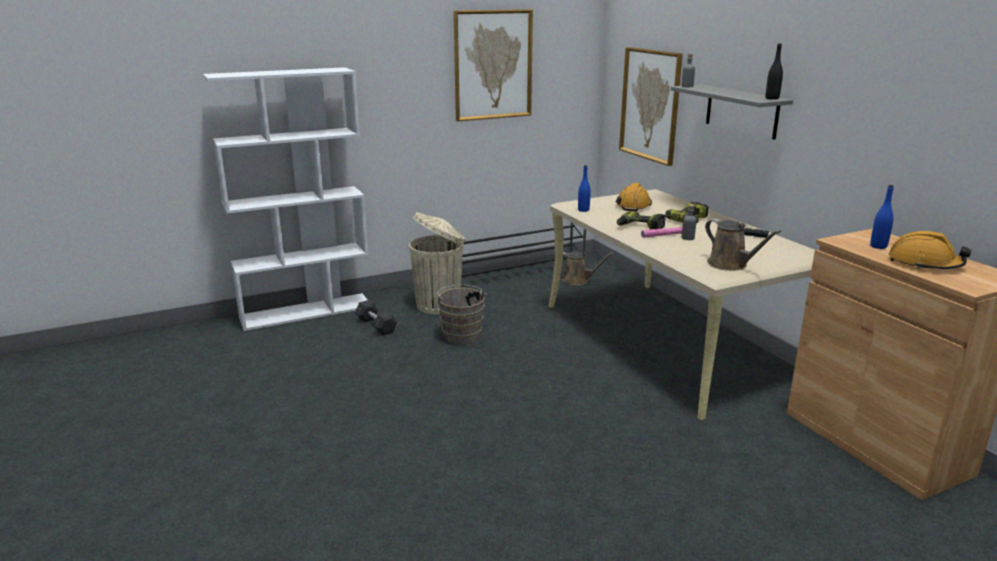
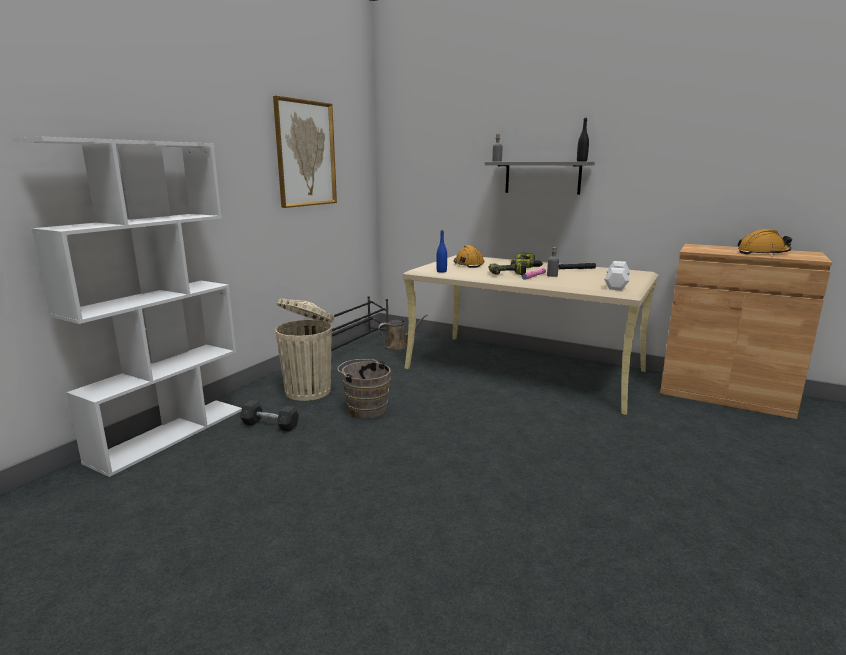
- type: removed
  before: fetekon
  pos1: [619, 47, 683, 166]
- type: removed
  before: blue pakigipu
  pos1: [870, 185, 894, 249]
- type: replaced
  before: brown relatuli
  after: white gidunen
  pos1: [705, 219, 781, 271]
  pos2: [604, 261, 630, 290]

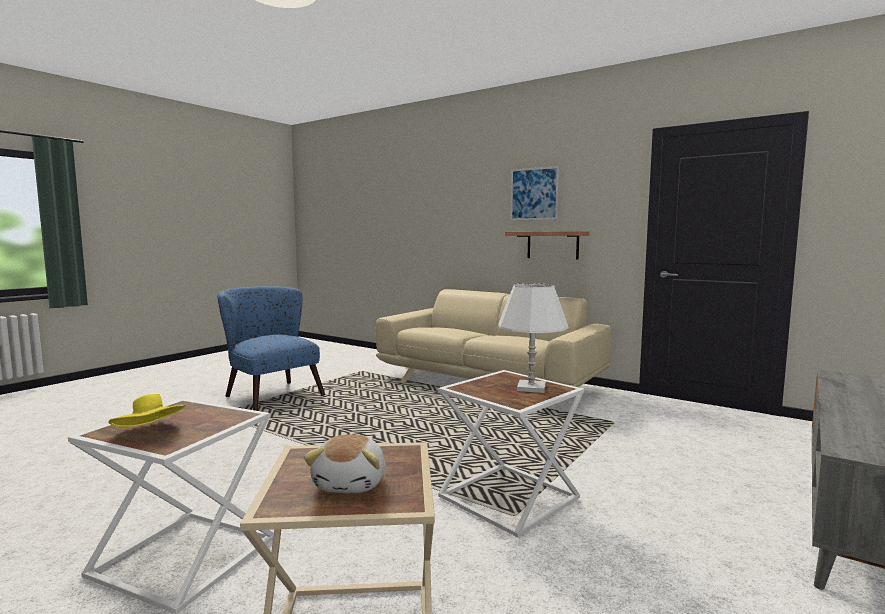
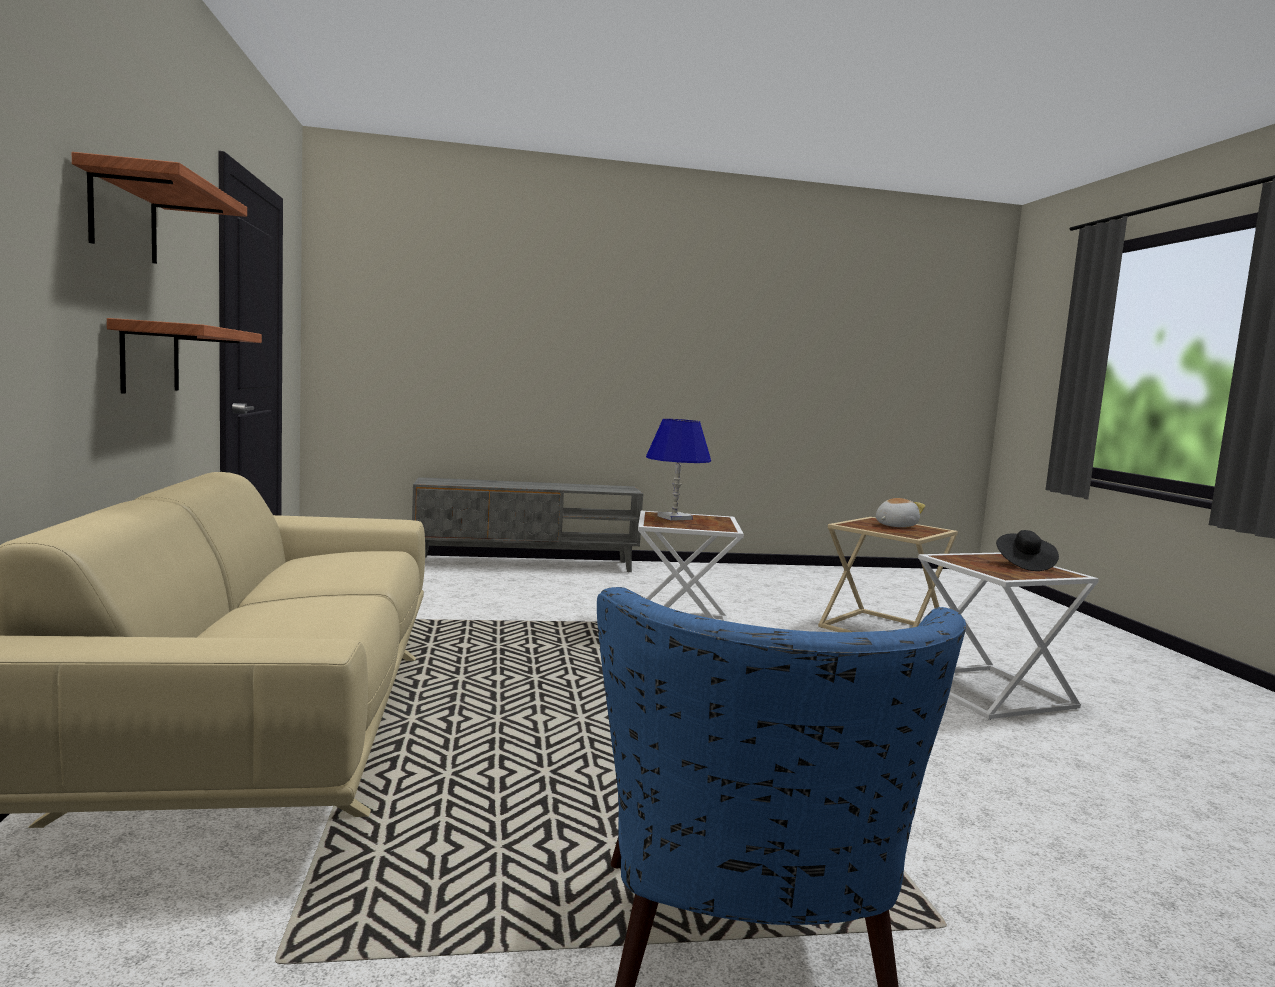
- type: replaced
  before: fetekon
  after: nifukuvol
  pos1: [511, 166, 559, 220]
  pos2: [72, 152, 247, 264]
- type: recoloured
  before: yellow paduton
  after: black paduton
  pos1: [109, 394, 185, 427]
  pos2: [996, 530, 1059, 571]
- type: recoloured
  before: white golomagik
  after: blue golomagik
  pos1: [498, 283, 568, 393]
  pos2: [646, 419, 711, 521]

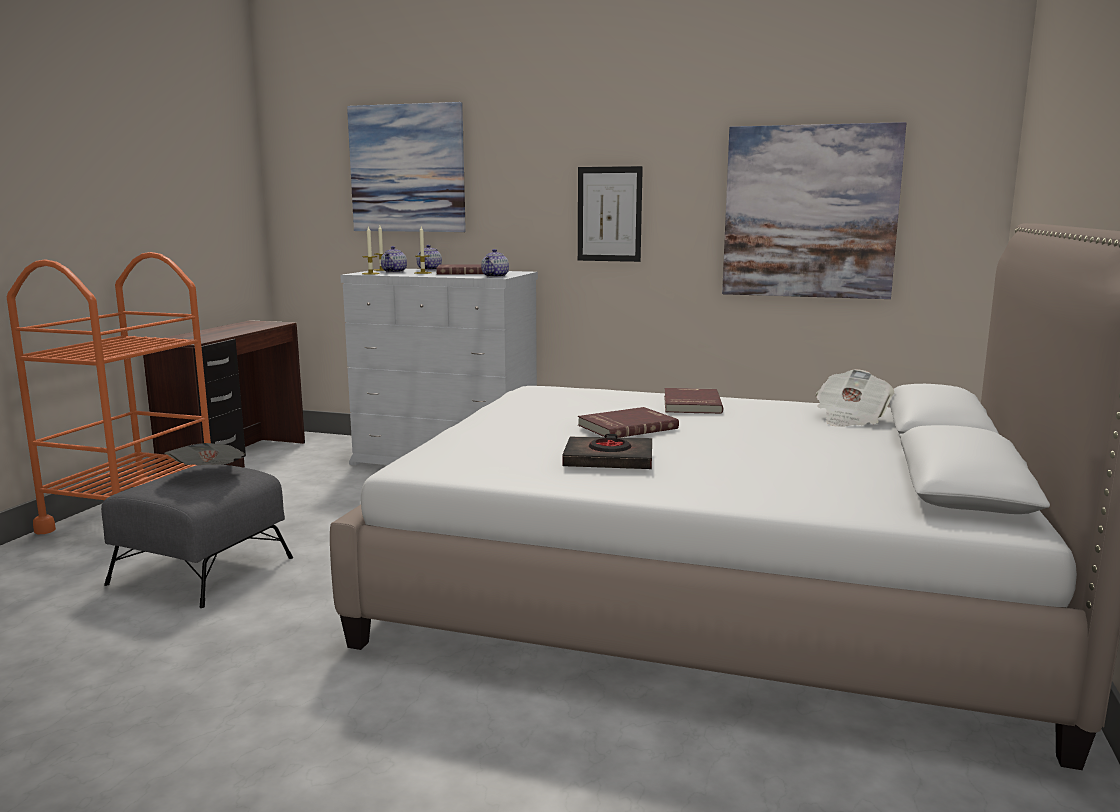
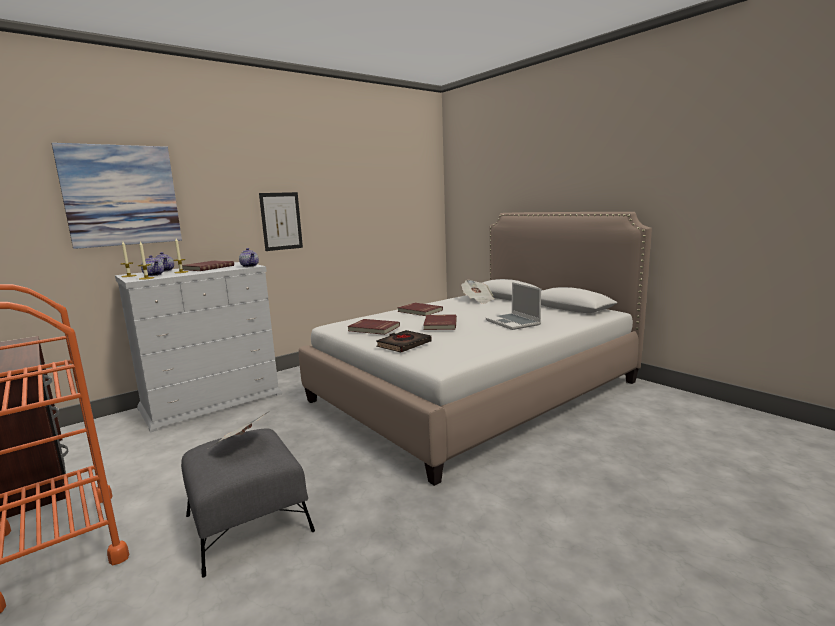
- type: removed
  before: fetekon
  pos1: [722, 122, 906, 299]
- type: added
  after: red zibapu
  pos2: [347, 319, 400, 335]
- type: added
  after: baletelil
  pos2: [486, 282, 541, 330]
- type: moved
  before: black zibapu
  pos1: [562, 434, 652, 469]
  pos2: [376, 330, 432, 353]

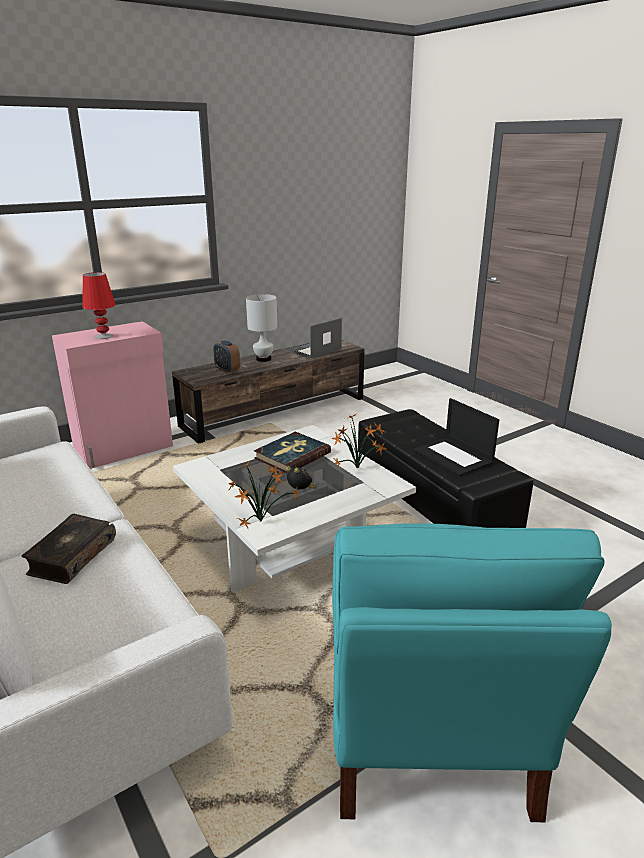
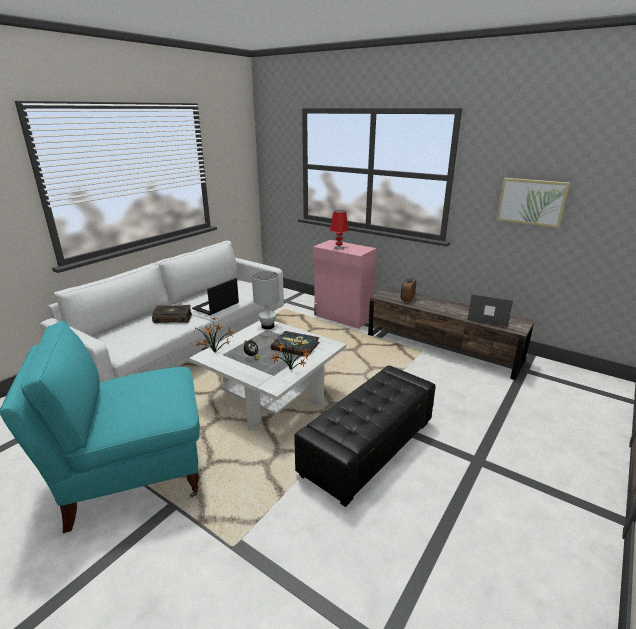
- type: added
  after: fetekon
  pos2: [496, 178, 570, 228]
- type: moved
  before: white golomagik
  pos1: [246, 294, 277, 362]
  pos2: [252, 271, 279, 329]
- type: moved
  before: baletelil
  pos1: [413, 398, 499, 476]
  pos2: [192, 278, 239, 315]

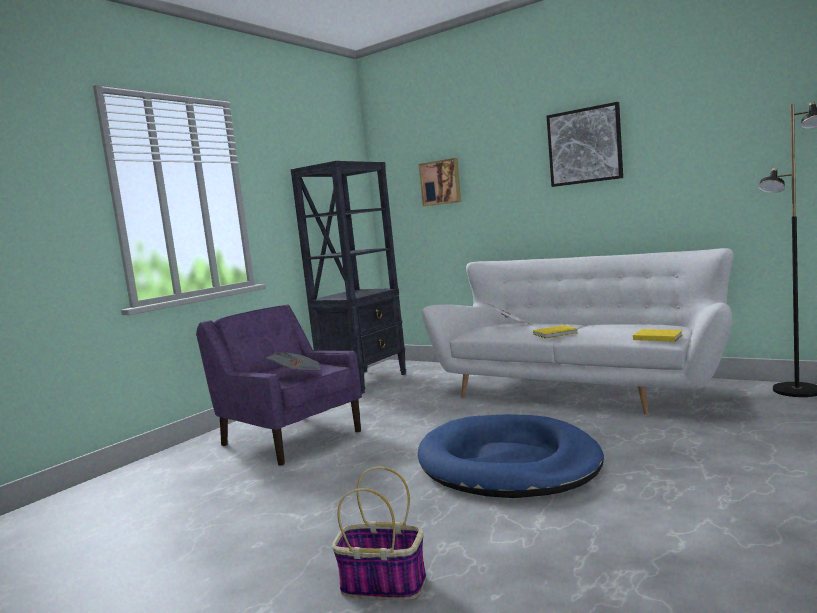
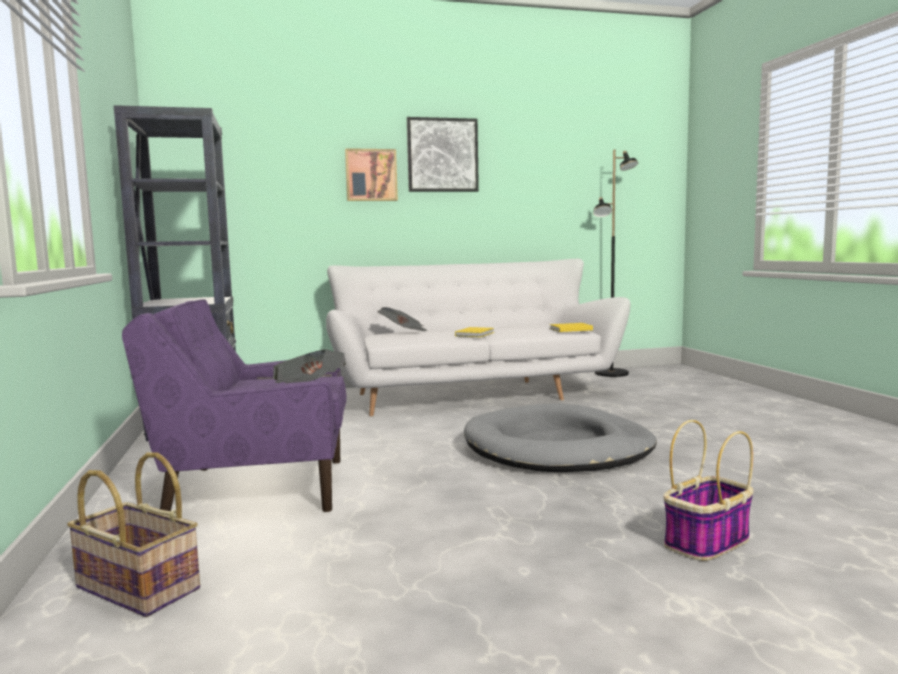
- type: added
  after: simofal
  pos2: [67, 452, 200, 617]
- type: moved
  before: fetekon
  pos1: [419, 158, 461, 206]
  pos2: [345, 148, 398, 201]
- type: recoloured
  before: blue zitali
  after: grey zitali
  pos1: [418, 414, 604, 498]
  pos2: [464, 403, 657, 472]

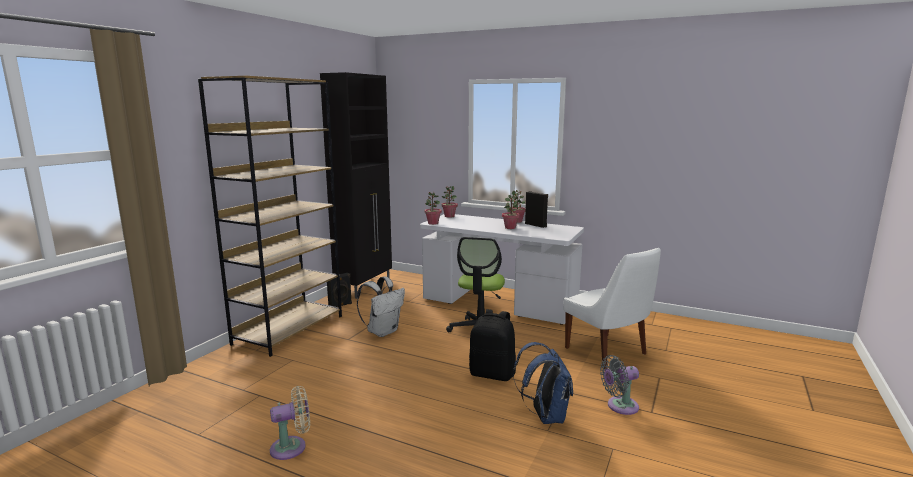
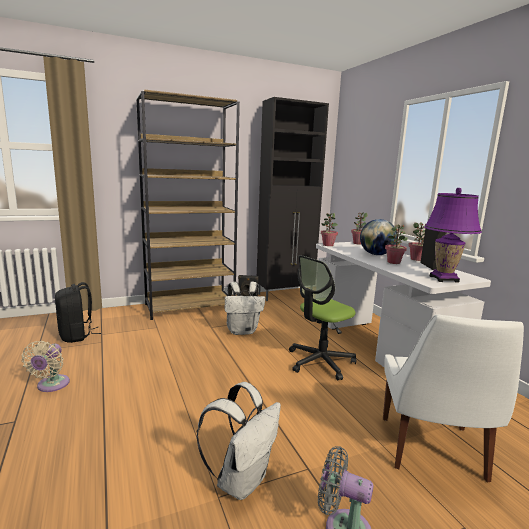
- type: added
  after: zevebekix
  pos2: [360, 219, 397, 255]
- type: added
  after: purple golomagik
  pos2: [424, 188, 482, 282]
- type: moved
  before: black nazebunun
  pos1: [469, 309, 516, 381]
  pos2: [55, 282, 101, 343]
- type: recoloured
  before: blue nazebunun
  after: white nazebunun
  pos1: [513, 342, 573, 424]
  pos2: [196, 382, 281, 500]
- type: turned
  before: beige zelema
  pos1: [270, 386, 310, 460]
  pos2: [21, 341, 70, 392]
  turn: 75

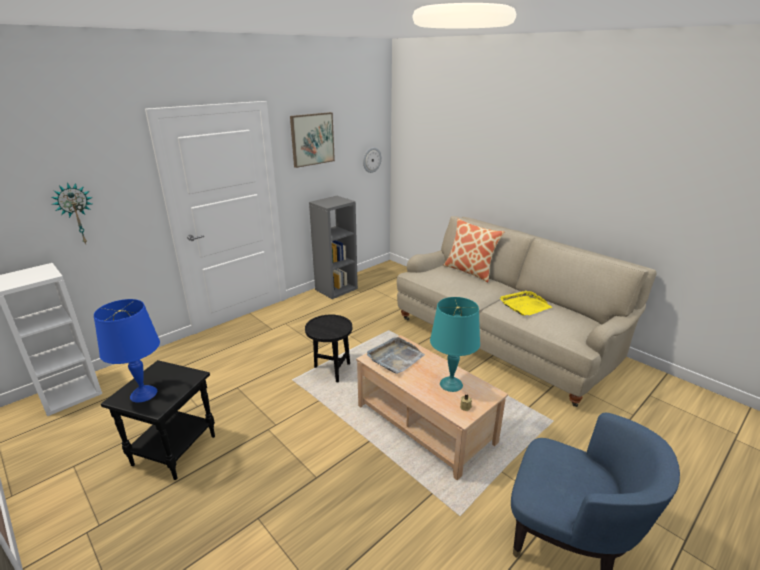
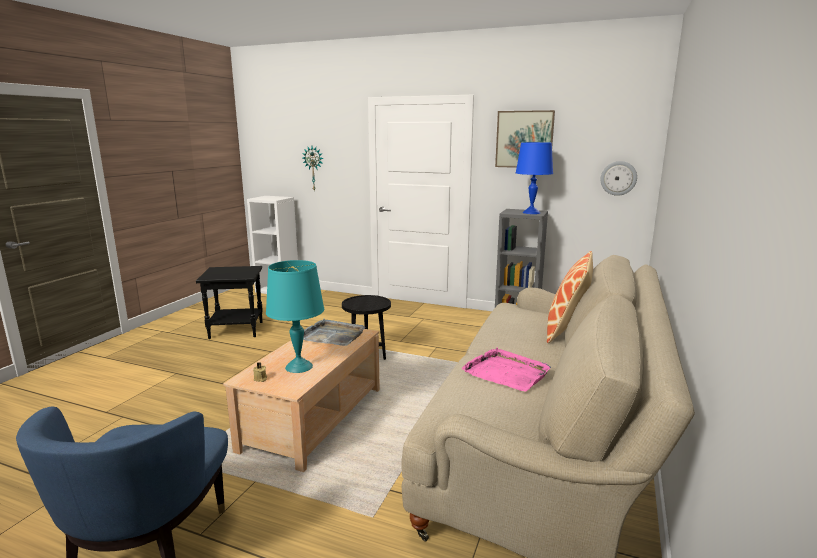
- type: moved
  before: blue golomagik
  pos1: [94, 299, 160, 403]
  pos2: [516, 142, 553, 214]
- type: recoloured
  before: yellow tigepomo
  after: pink tigepomo
  pos1: [500, 291, 552, 316]
  pos2: [461, 347, 551, 392]

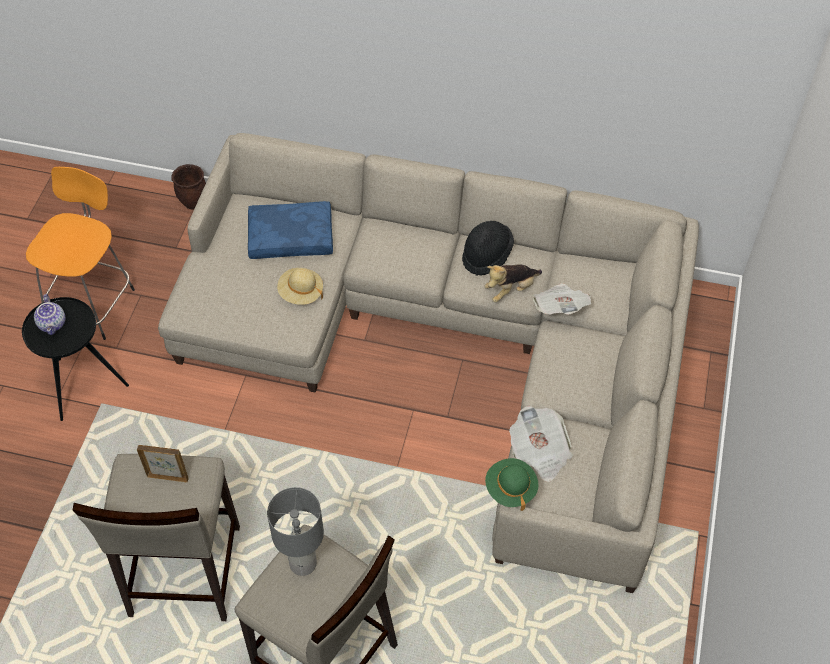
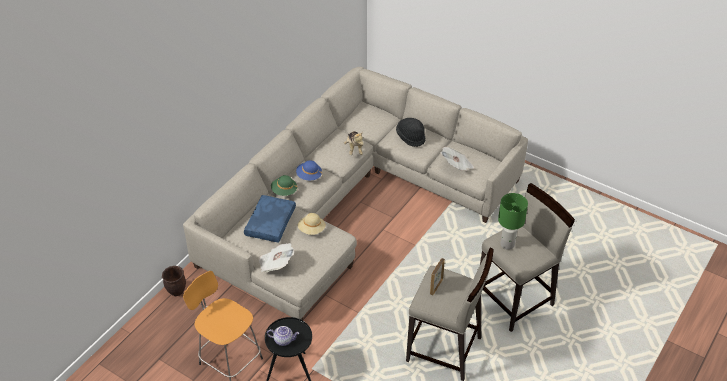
- type: added
  after: blue paduton
  pos2: [296, 160, 322, 180]
- type: moved
  before: black paduton
  pos1: [462, 221, 514, 276]
  pos2: [396, 118, 425, 147]
- type: moved
  before: green paduton
  pos1: [485, 458, 539, 511]
  pos2: [271, 175, 298, 196]
- type: moved
  before: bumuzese
  pos1: [533, 283, 591, 315]
  pos2: [259, 243, 294, 272]
- type: recoloured
  before: grey golomagik
  after: green golomagik
  pos1: [267, 487, 324, 576]
  pos2: [498, 193, 528, 250]

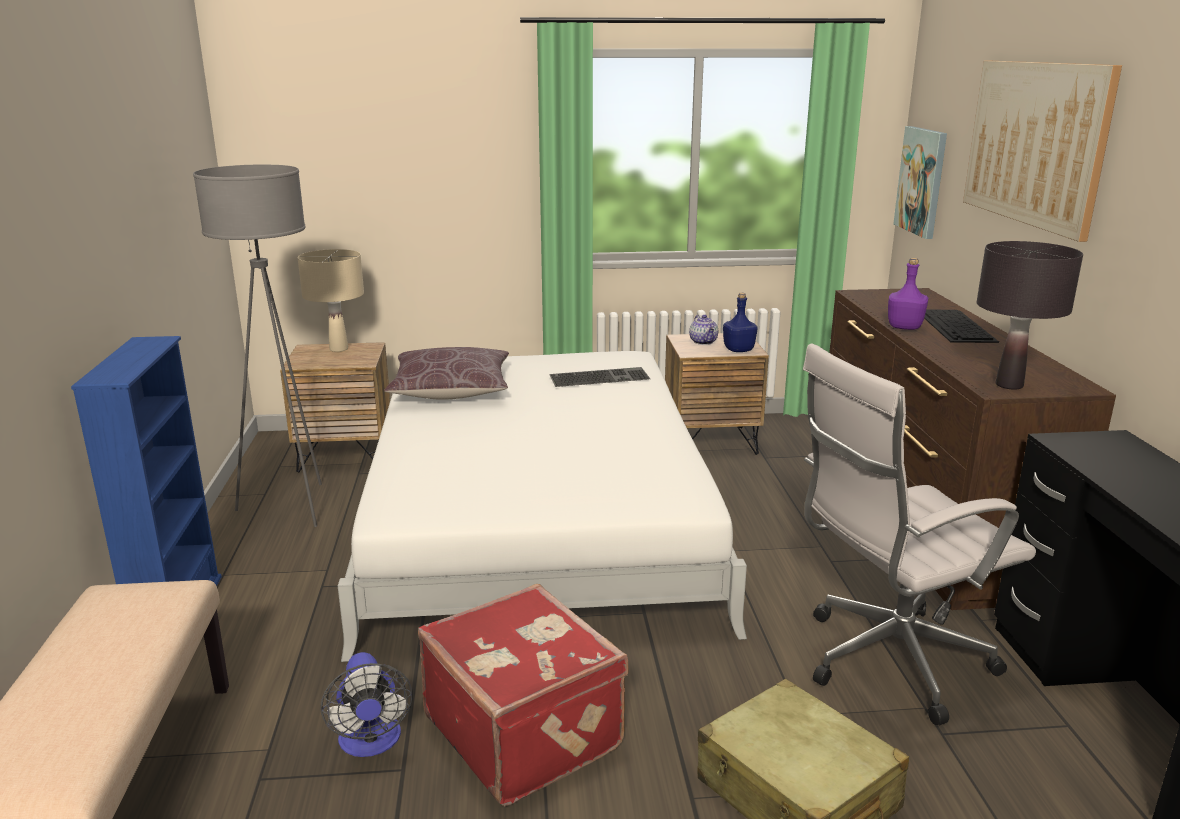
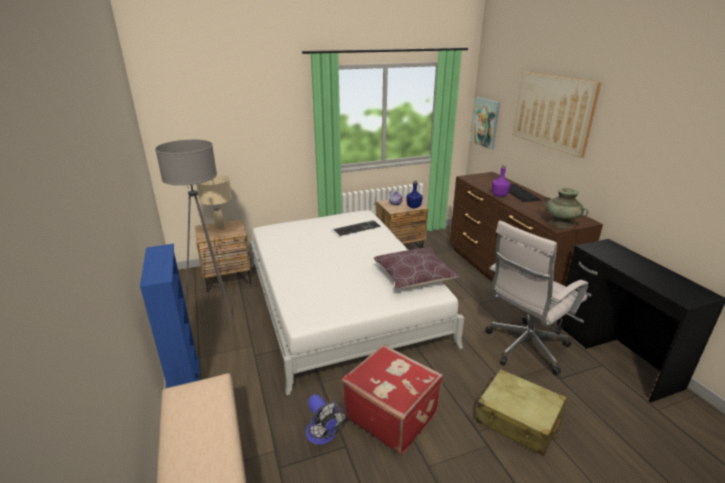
- type: moved
  before: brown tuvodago
  pos1: [384, 347, 509, 400]
  pos2: [374, 248, 460, 289]
- type: replaced
  before: black golomagik
  after: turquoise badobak
  pos1: [976, 241, 1083, 390]
  pos2: [543, 188, 589, 228]

